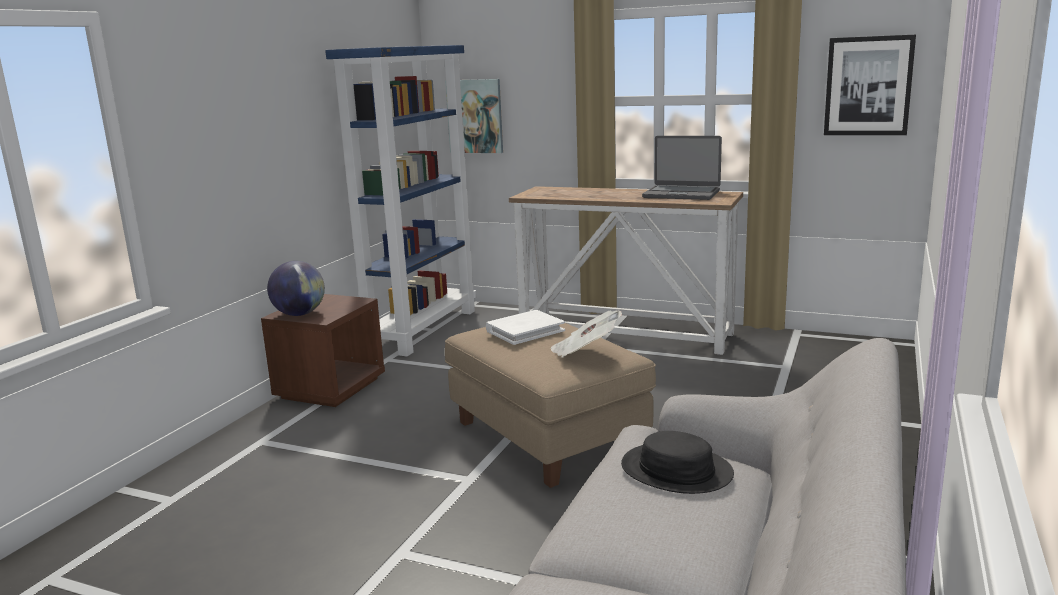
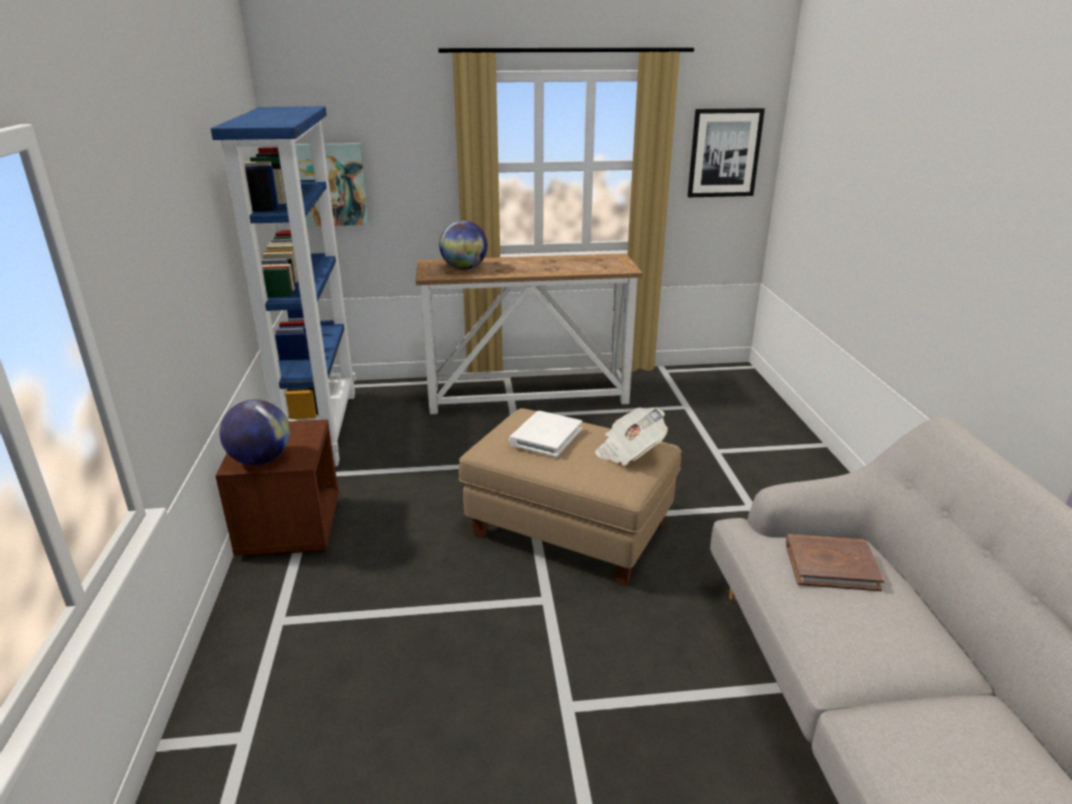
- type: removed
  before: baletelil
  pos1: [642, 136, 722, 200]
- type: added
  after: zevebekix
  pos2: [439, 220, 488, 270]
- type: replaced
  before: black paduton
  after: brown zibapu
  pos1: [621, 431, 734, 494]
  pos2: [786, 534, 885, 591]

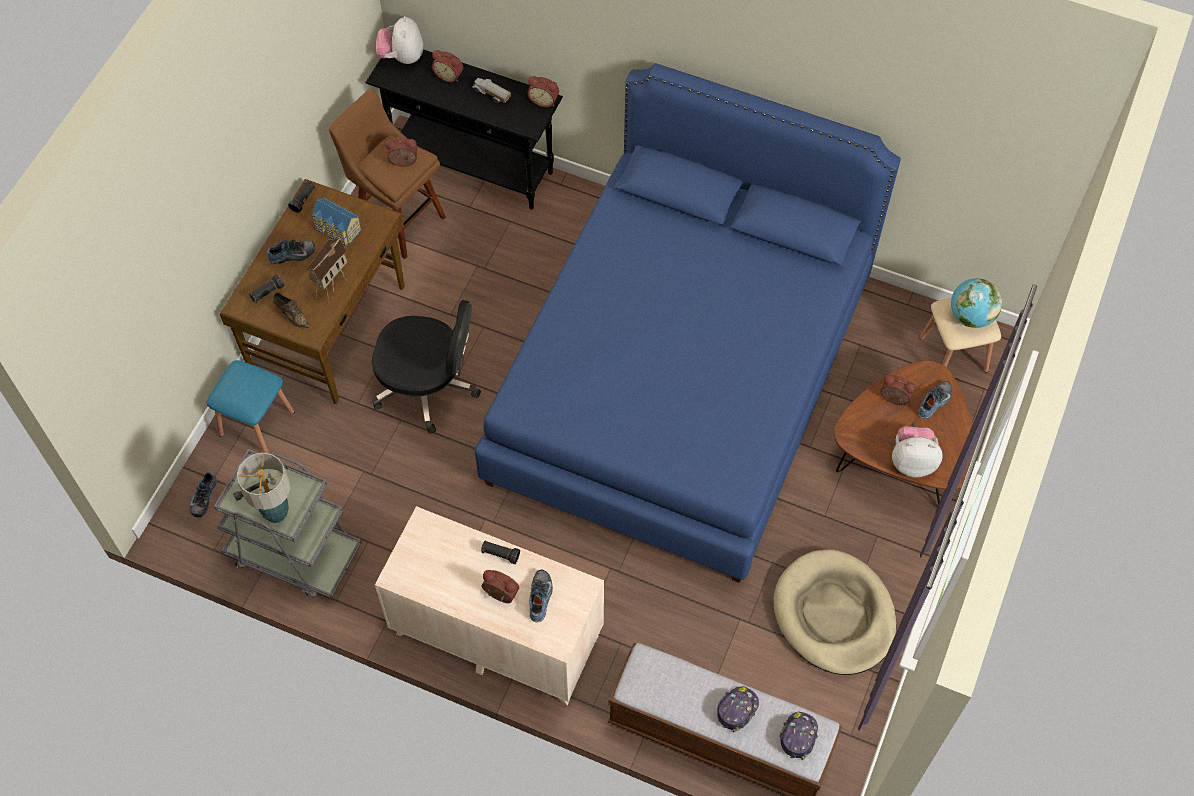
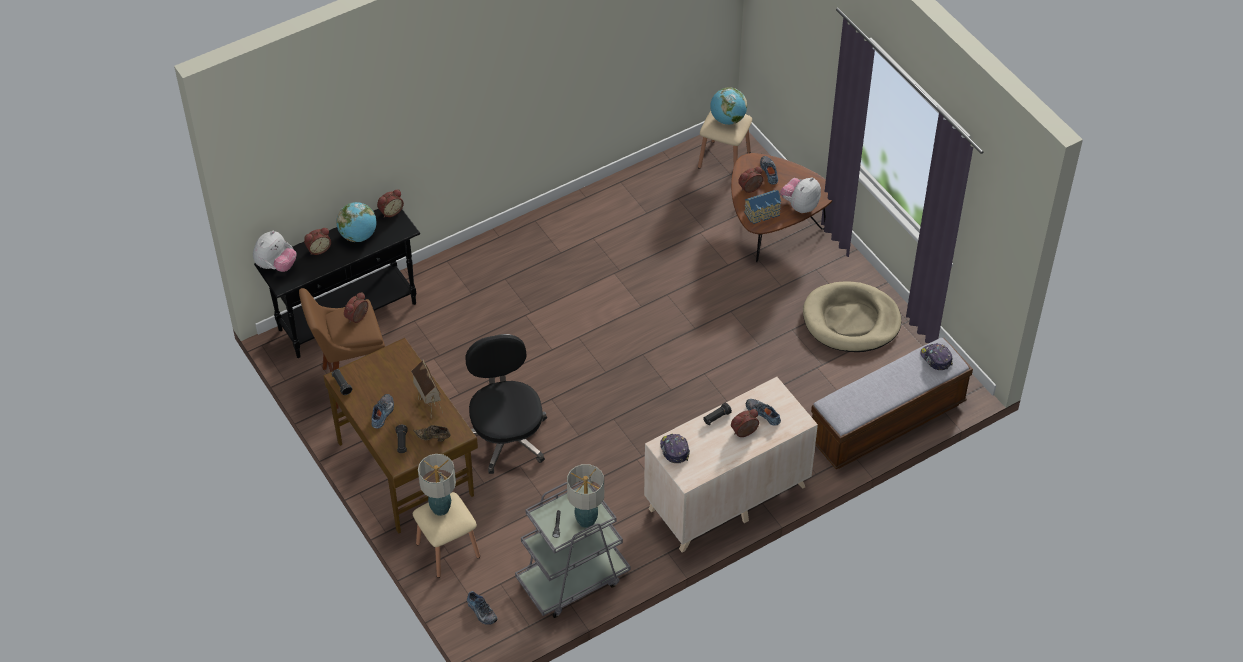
- type: removed
  before: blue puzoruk
  pos1: [475, 63, 901, 583]
- type: added
  after: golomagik
  pos2: [418, 454, 456, 516]
- type: moved
  before: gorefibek
  pos1: [312, 198, 362, 246]
  pos2: [744, 190, 781, 224]
- type: moved
  before: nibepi
  pos1: [717, 686, 759, 733]
  pos2: [660, 434, 690, 464]
- type: replaced
  before: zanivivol
  after: zevebekix
  pos1: [472, 78, 511, 103]
  pos2: [336, 202, 376, 242]
- type: recoloured
  before: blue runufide
  after: beige runufide
  pos1: [207, 360, 294, 453]
  pos2: [413, 492, 480, 578]
- type: turned
  before: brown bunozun
  pos1: [273, 292, 309, 328]
  pos2: [413, 425, 451, 442]
  turn: -150
- type: turned
  before: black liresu
  pos1: [372, 300, 481, 434]
  pos2: [466, 334, 547, 474]
  turn: -60
- type: turned
  before: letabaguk
  pos1: [376, 16, 423, 64]
  pos2: [253, 230, 296, 272]
  turn: -90

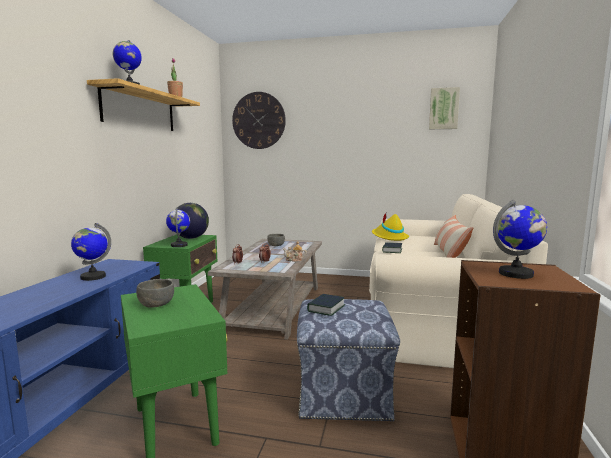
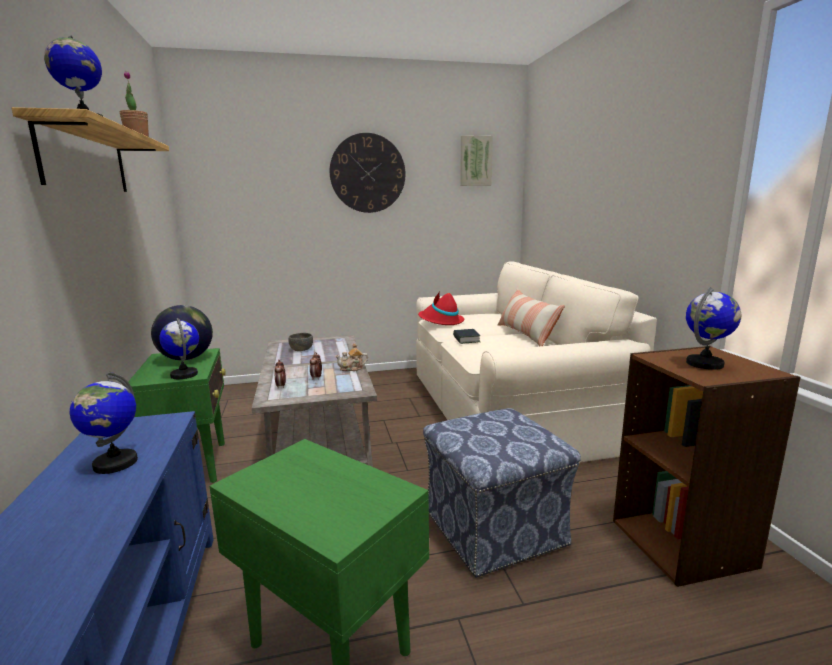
- type: removed
  before: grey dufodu
  pos1: [136, 279, 174, 307]
- type: removed
  before: zibapu
  pos1: [307, 294, 345, 316]
- type: moved
  before: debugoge
  pos1: [232, 92, 286, 149]
  pos2: [330, 133, 405, 213]
- type: recoloured
  before: yellow paduton
  after: red paduton
  pos1: [372, 213, 409, 241]
  pos2: [418, 292, 464, 325]

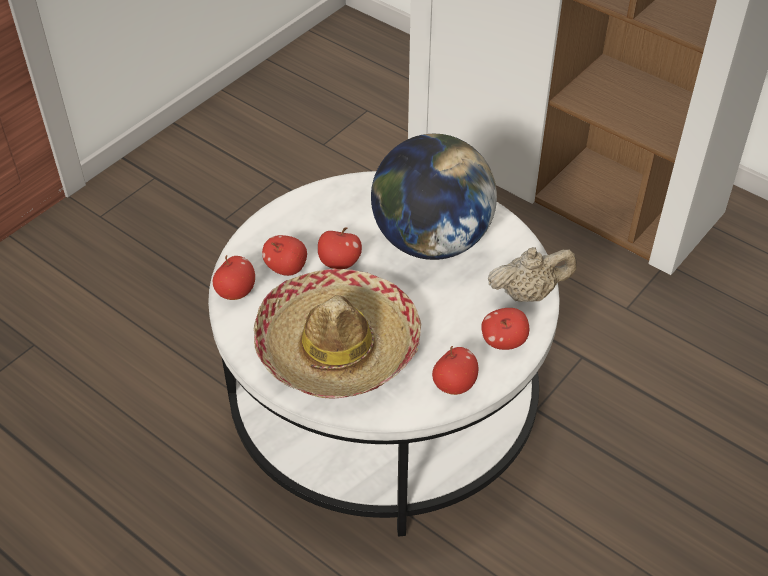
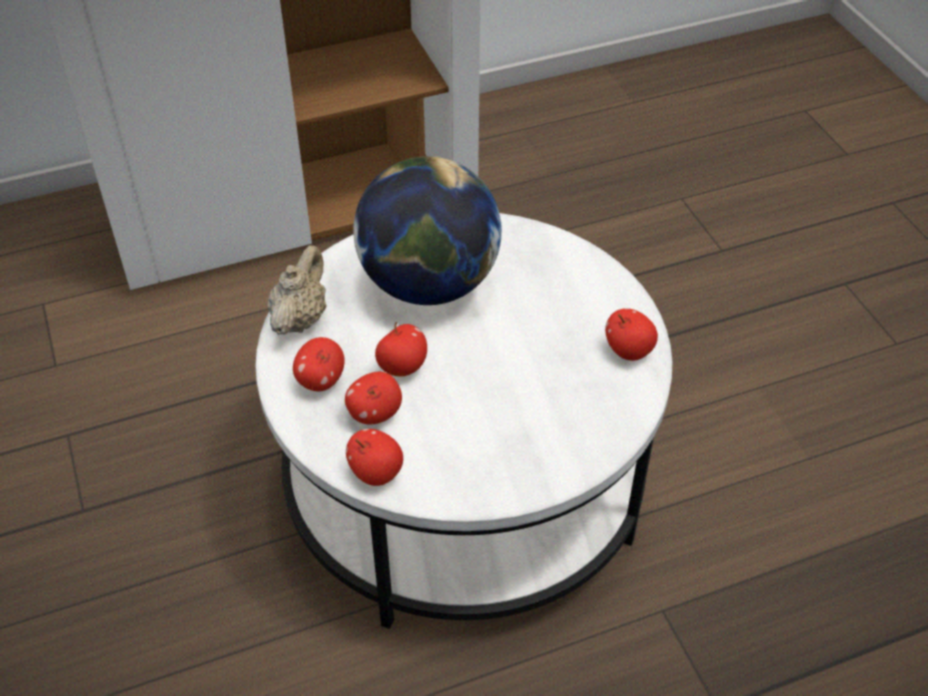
- type: removed
  before: paduton
  pos1: [254, 269, 421, 398]
- type: moved
  before: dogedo
  pos1: [481, 308, 529, 350]
  pos2: [293, 337, 345, 391]
- type: moved
  before: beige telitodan
  pos1: [488, 247, 577, 302]
  pos2: [268, 245, 327, 335]

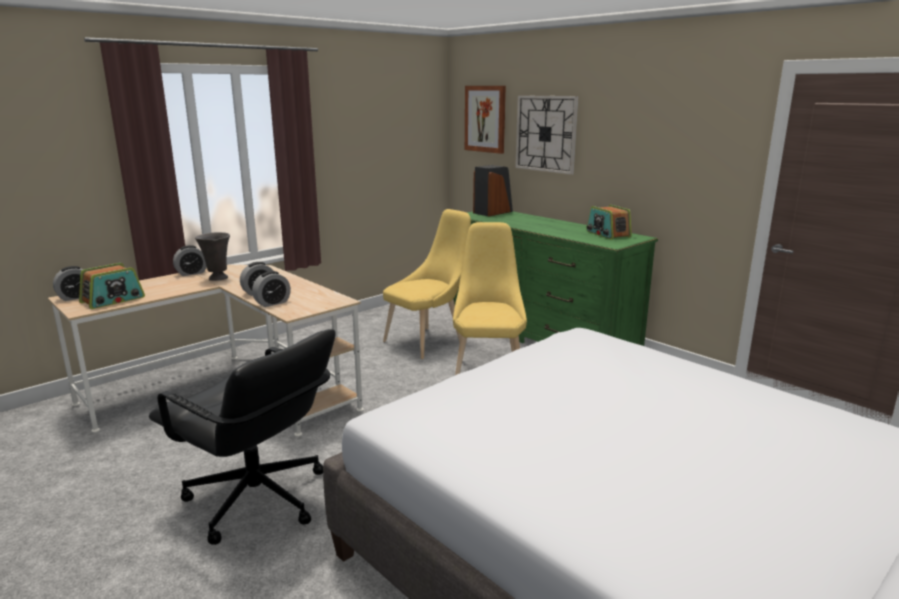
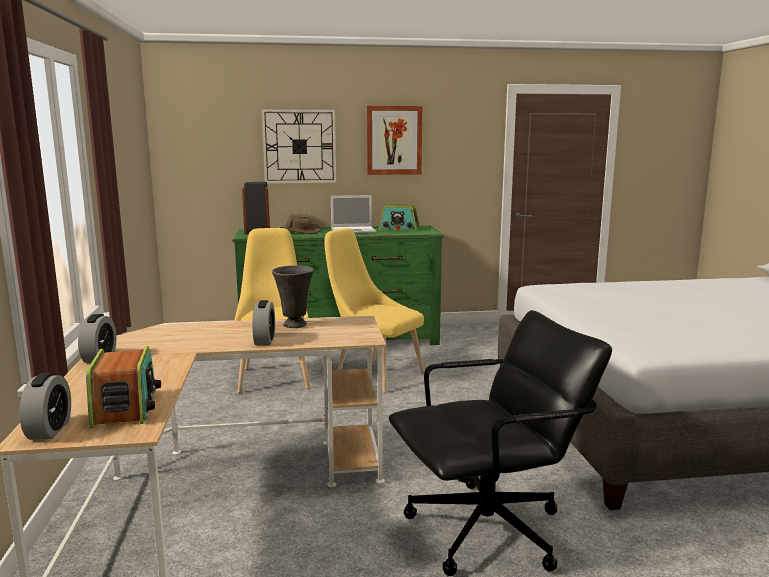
- type: removed
  before: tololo
  pos1: [252, 271, 291, 307]
- type: added
  after: brown paduton
  pos2: [280, 217, 321, 234]
- type: added
  after: baletelil
  pos2: [331, 195, 376, 233]
- type: moved
  before: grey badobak
  pos1: [195, 232, 230, 281]
  pos2: [272, 265, 314, 328]
- type: moved
  before: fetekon
  pos1: [465, 86, 506, 154]
  pos2: [367, 106, 422, 175]

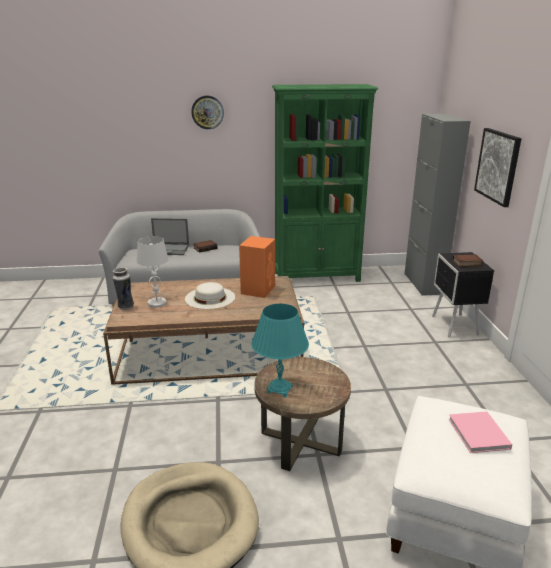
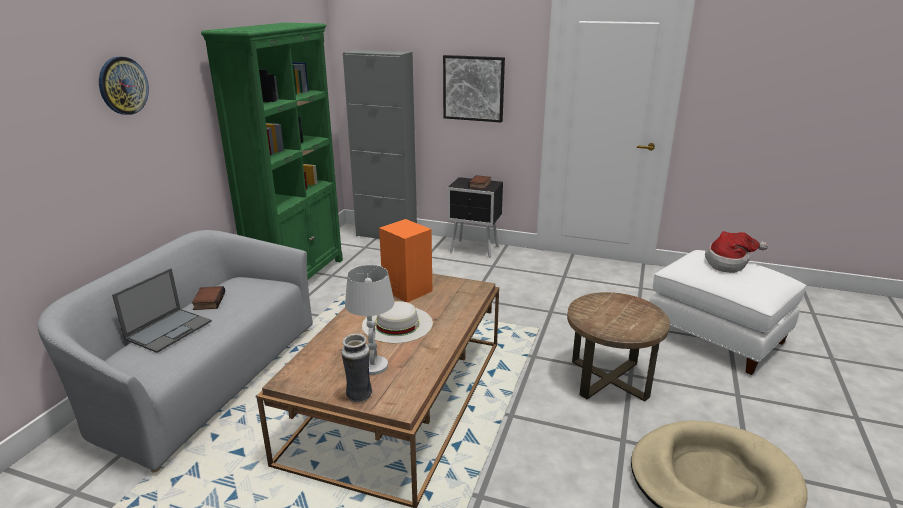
- type: removed
  before: turquoise golomagik
  pos1: [251, 304, 309, 398]
- type: replaced
  before: pink zibapu
  after: paduton
  pos1: [448, 411, 512, 453]
  pos2: [705, 231, 768, 273]

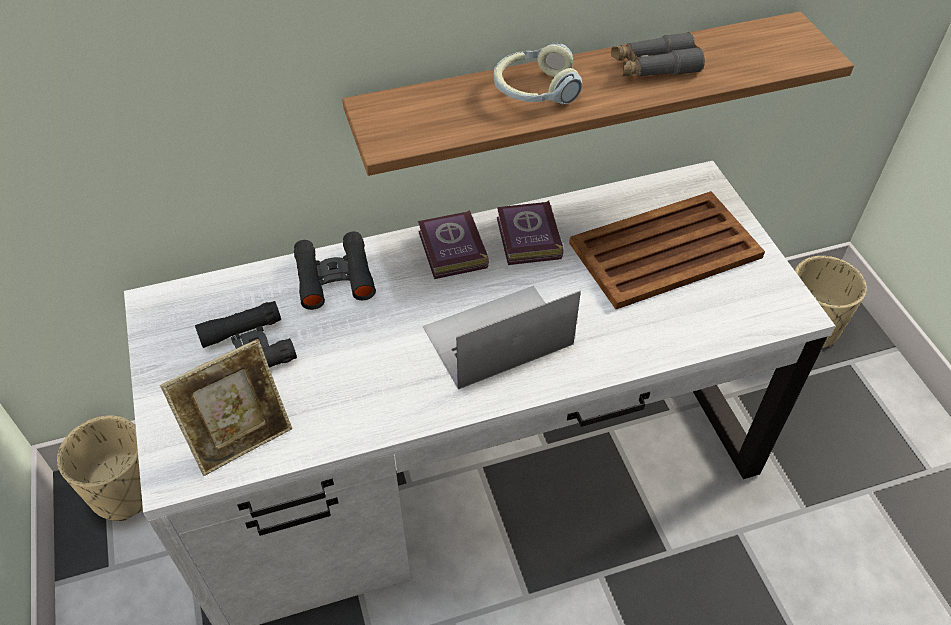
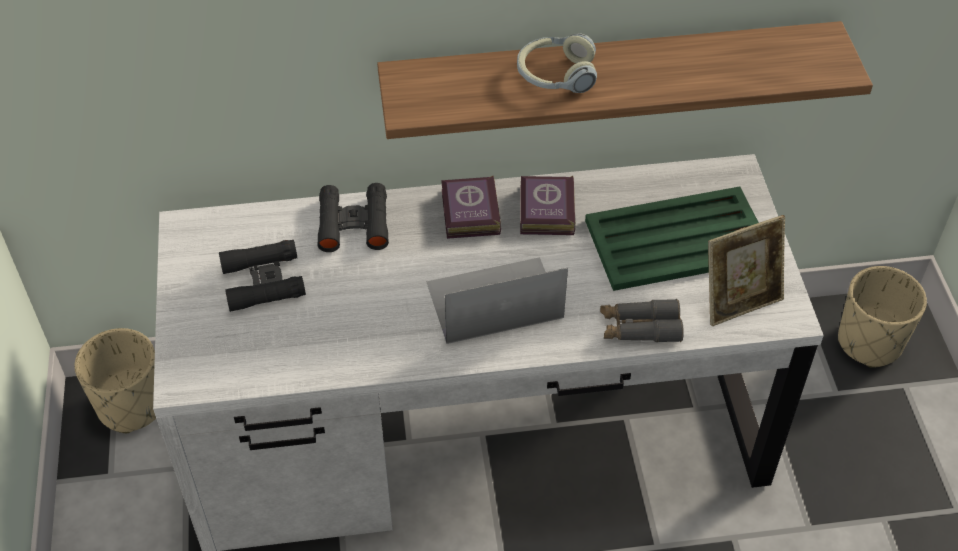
- type: moved
  before: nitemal
  pos1: [160, 339, 293, 476]
  pos2: [708, 215, 785, 326]
- type: moved
  before: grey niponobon
  pos1: [611, 32, 705, 76]
  pos2: [600, 299, 684, 342]
- type: recoloured
  before: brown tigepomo
  after: green tigepomo
  pos1: [569, 191, 765, 309]
  pos2: [585, 186, 759, 291]

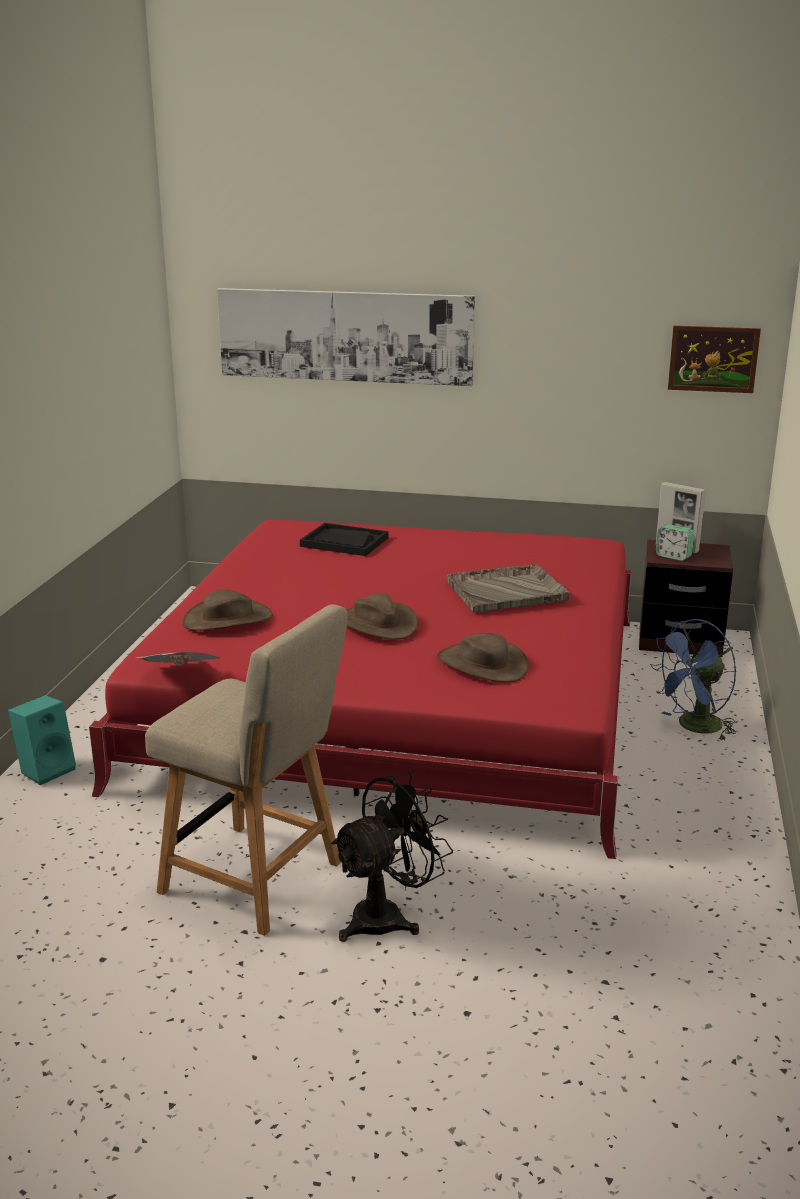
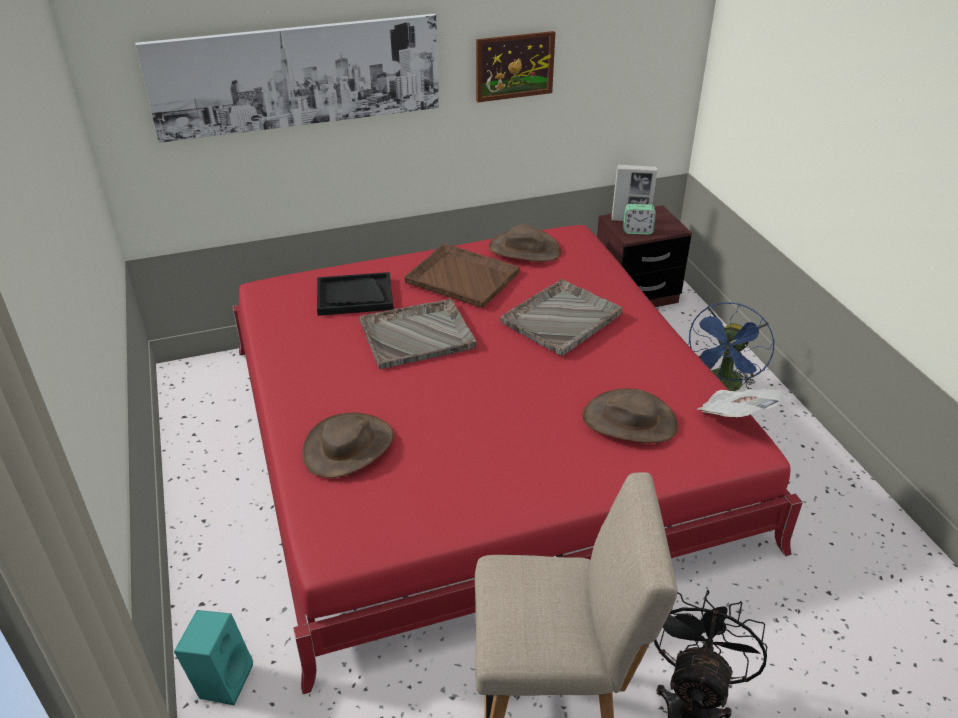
- type: added
  after: grey tigepomo
  pos2: [360, 299, 477, 369]
- type: added
  after: brown tigepomo
  pos2: [404, 243, 520, 308]
- type: moved
  before: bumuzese
  pos1: [136, 652, 220, 666]
  pos2: [697, 389, 785, 417]
- type: moved
  before: brown paduton
  pos1: [346, 593, 419, 640]
  pos2: [489, 224, 561, 262]
- type: moved
  before: fetekon
  pos1: [668, 326, 761, 393]
  pos2: [476, 31, 555, 103]

